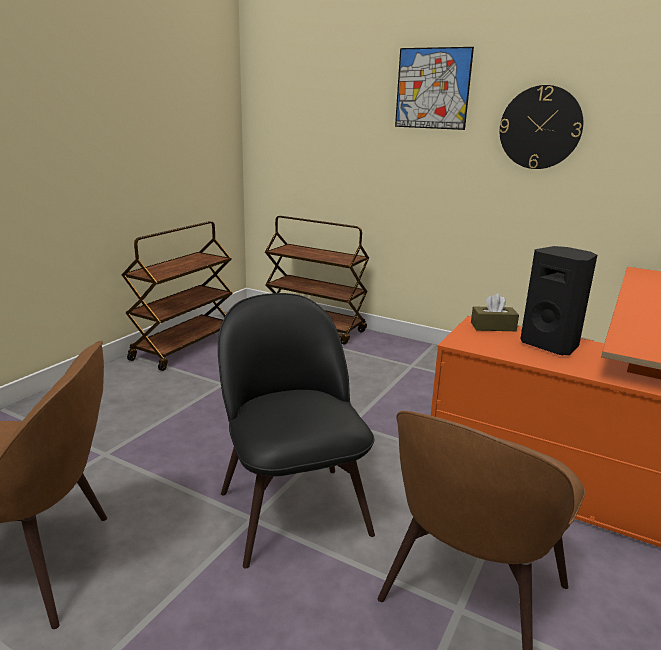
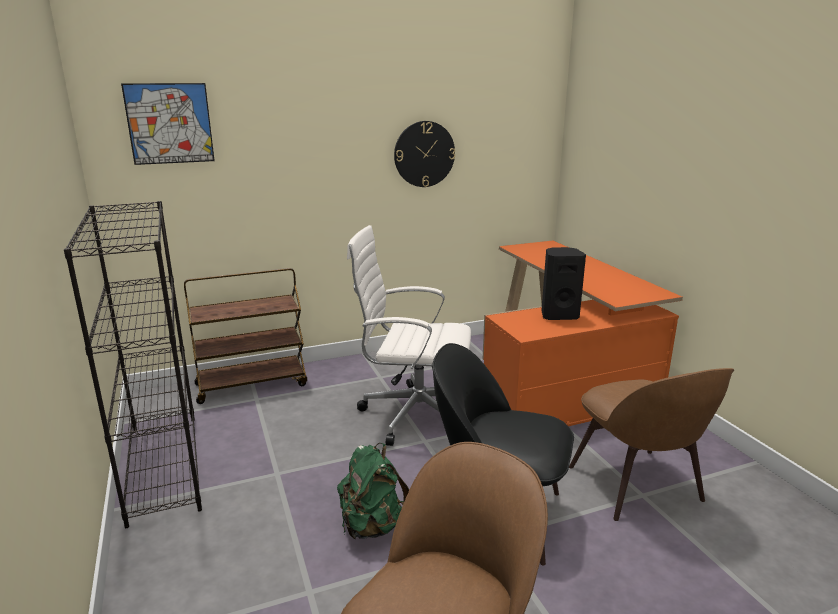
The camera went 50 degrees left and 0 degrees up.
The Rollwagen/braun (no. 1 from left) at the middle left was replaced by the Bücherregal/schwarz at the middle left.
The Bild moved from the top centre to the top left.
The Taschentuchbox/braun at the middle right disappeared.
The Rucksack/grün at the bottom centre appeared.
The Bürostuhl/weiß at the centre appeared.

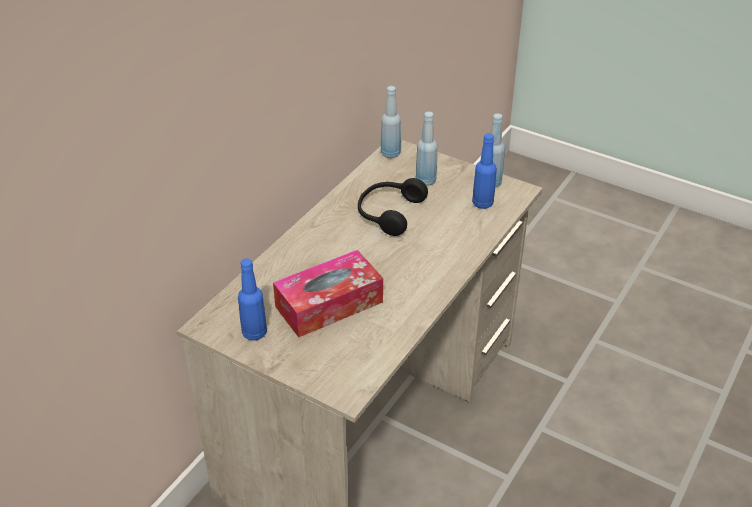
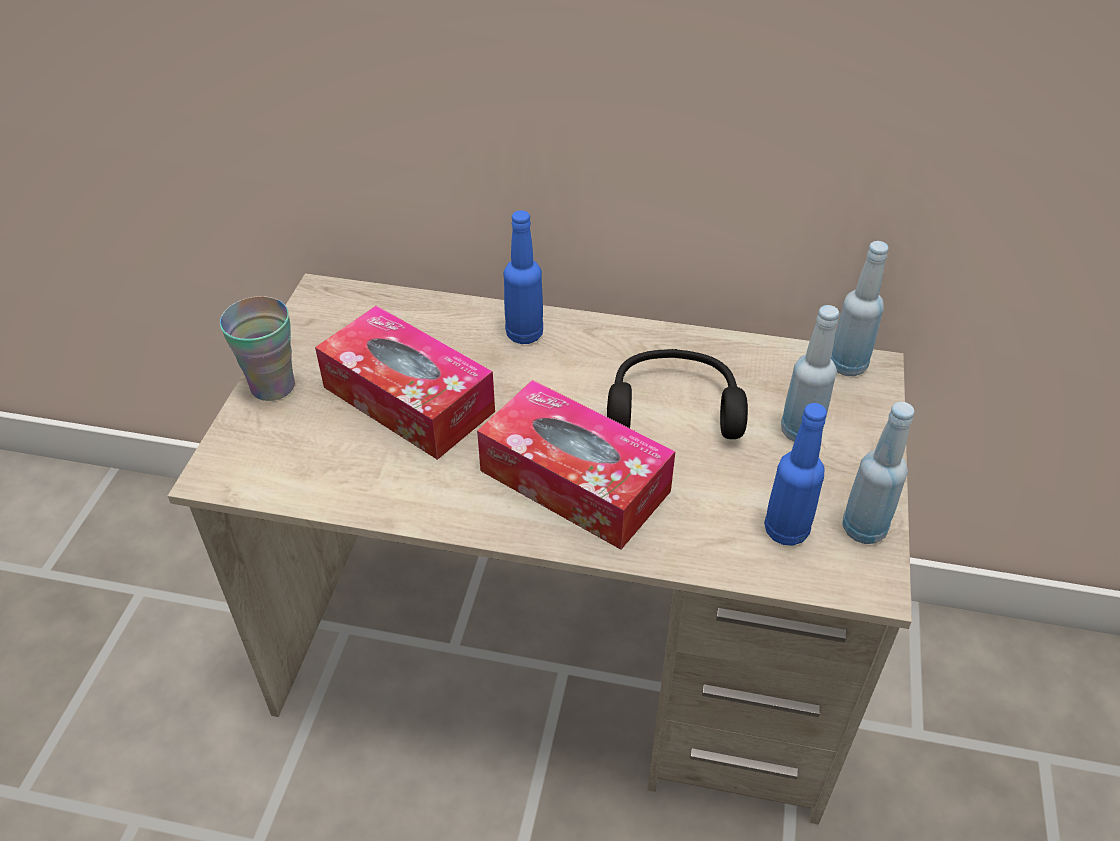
The camera went 70 degrees right and 5 degrees up.
The Flasche/blau (no. 1 from left) moved from the centre to the top centre.
The Tasse at the middle left appeared.
The Taschentuchbox (no. 2 from left) at the centre appeared.

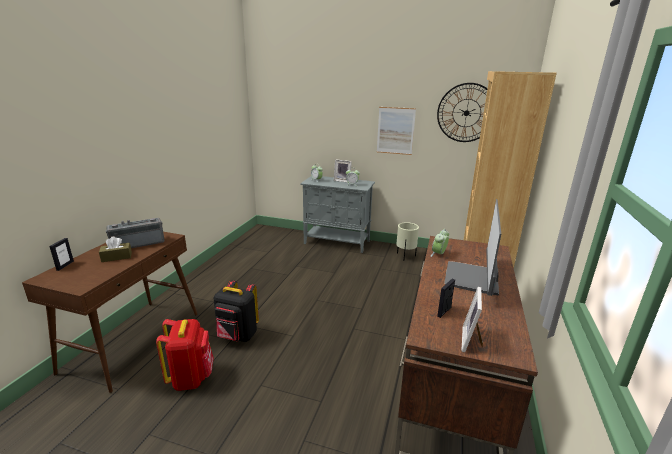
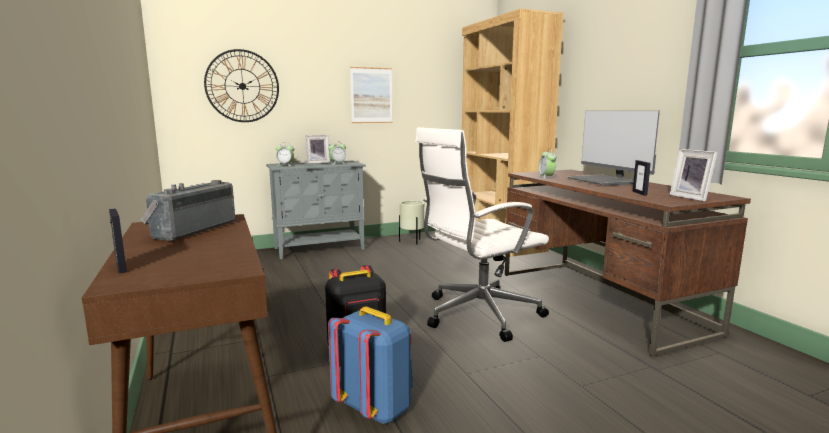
The camera went 40 degrees left and 10 degrees down.
The Taschentuchbox/braun at the middle left disappeared.
The Rucksack/rot at the bottom left became the Rucksack/blau at the bottom centre.
The Wanduhr moved from the top right to the top left.
The Bürostuhl/weiß at the centre appeared.

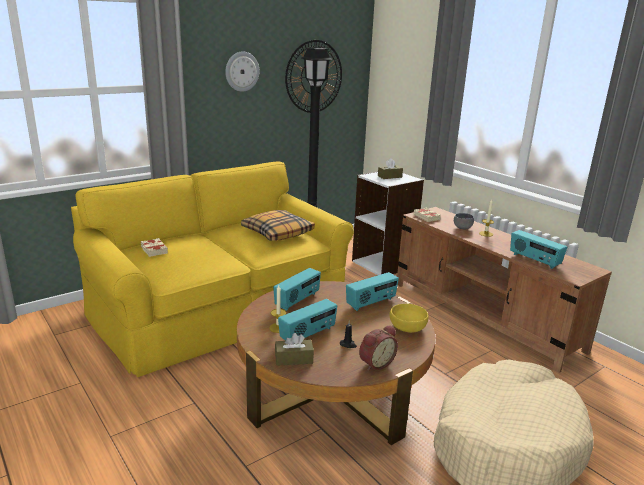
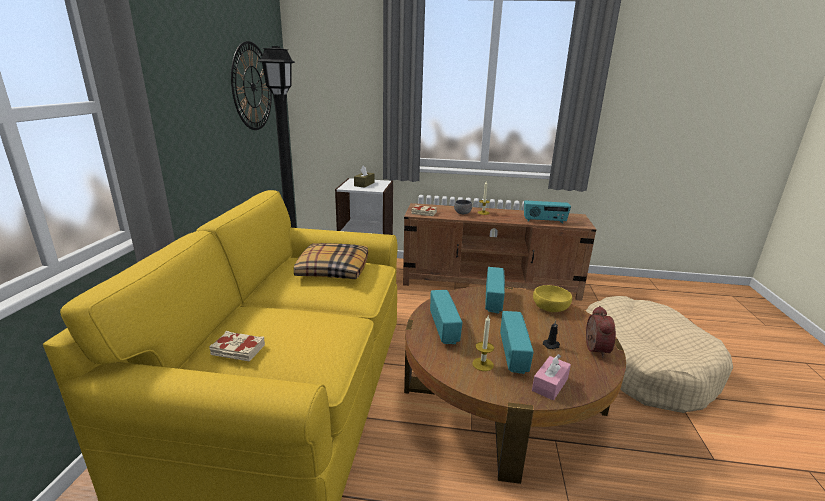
The camera went 45 degrees left and 0 degrees up.
The Wanduhr (no. 1 from left) at the top centre disappeared.
The Taschentuchbox/braun (no. 1 from left) at the bottom centre became the Taschentuchbox/rosa at the bottom right.

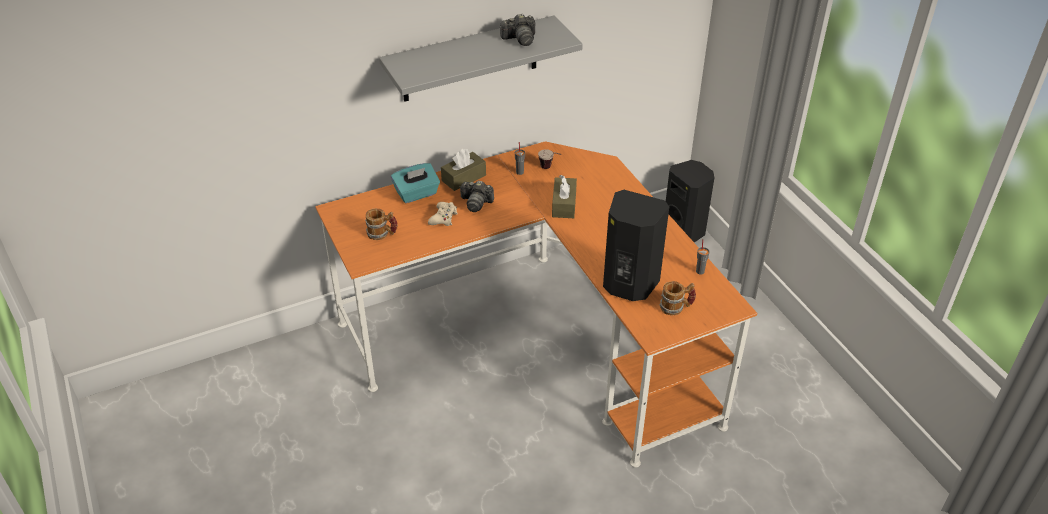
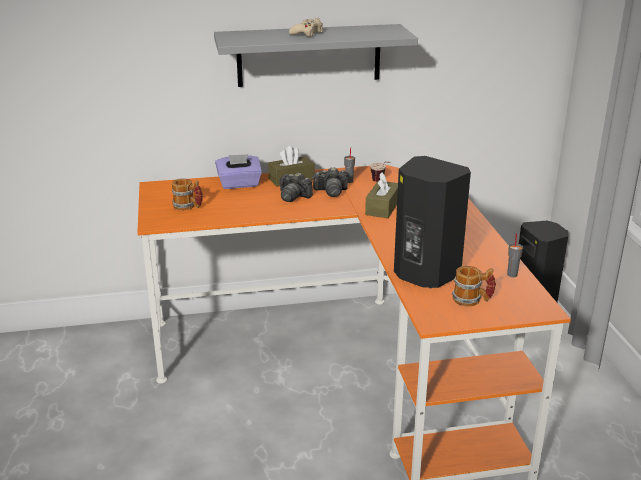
The camera went 15 degrees right and 15 degrees down.
The Taschentuchbox/türkis at the centre became the Taschentuchbox/lila at the centre.
The Gamepad/beige moved from the centre to the top centre.
The Kamera (no. 2 from left) moved from the top centre to the centre.

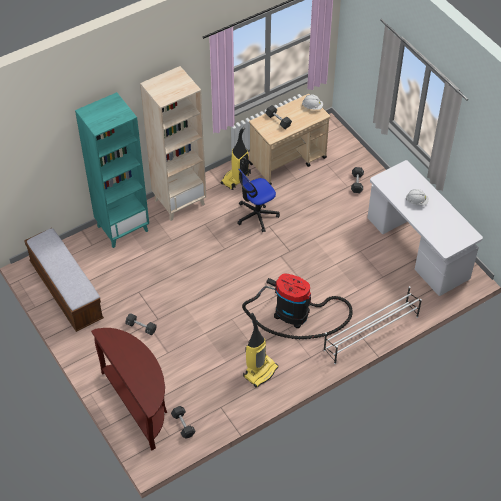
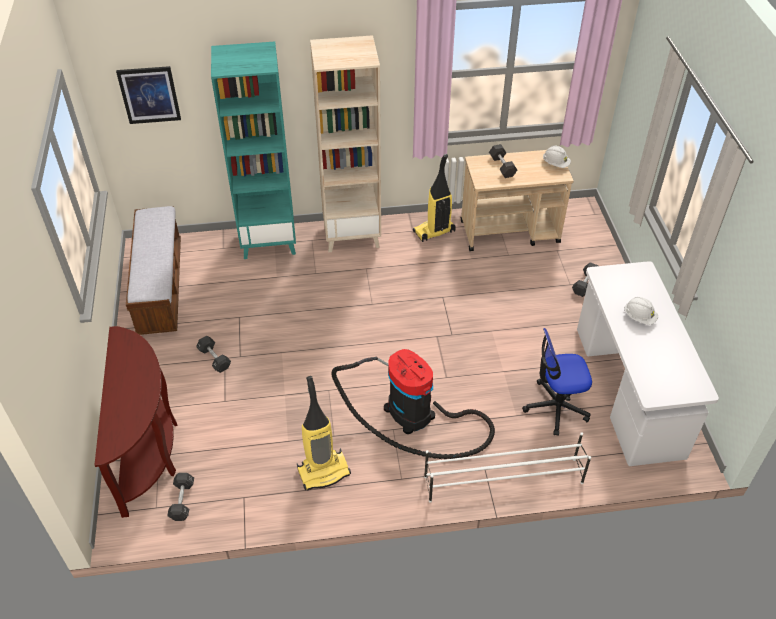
The camera went 25 degrees right and 5 degrees down.
The Bürostuhl moved from the centre to the middle right.
The Bild at the top left appeared.

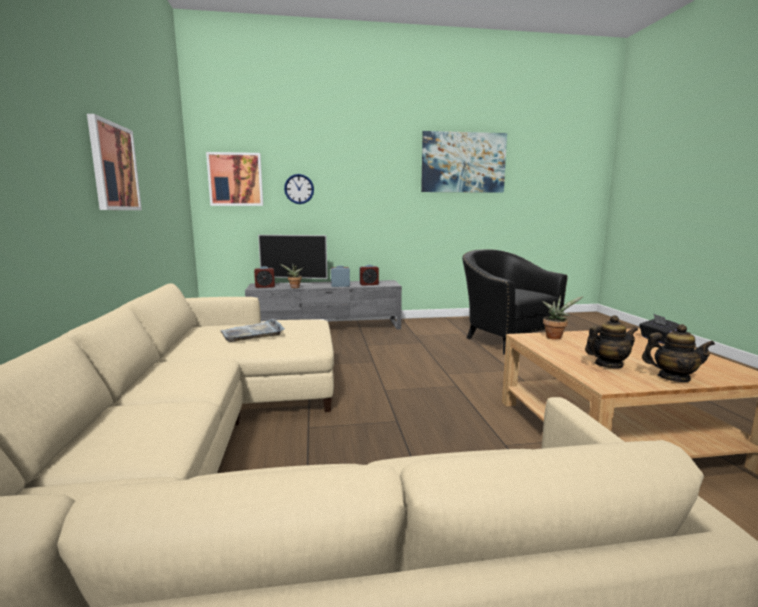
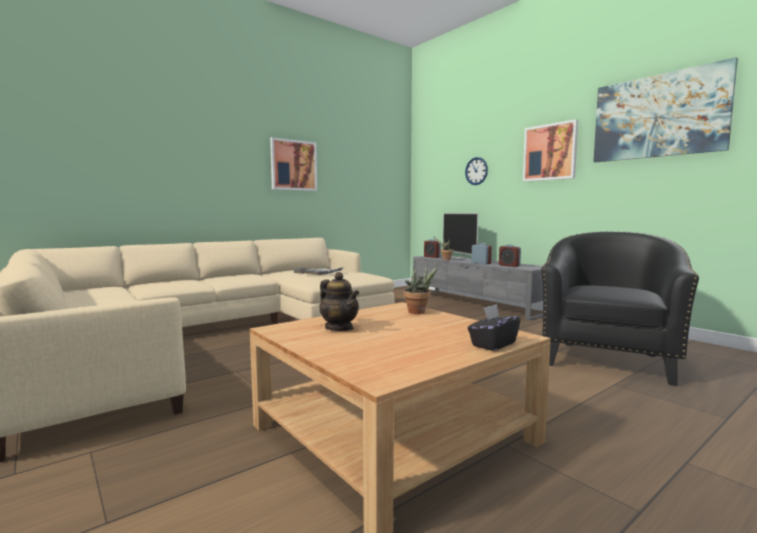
The camera went 60 degrees right and 5 degrees down.
The Bild (no. 2 from left) moved from the top left to the top right.
The Teekanne (no. 2 from left) at the middle right disappeared.

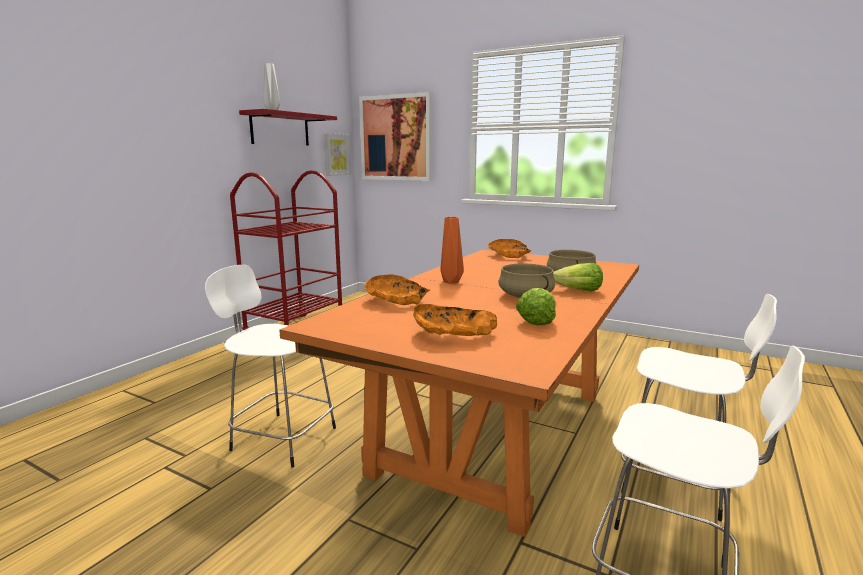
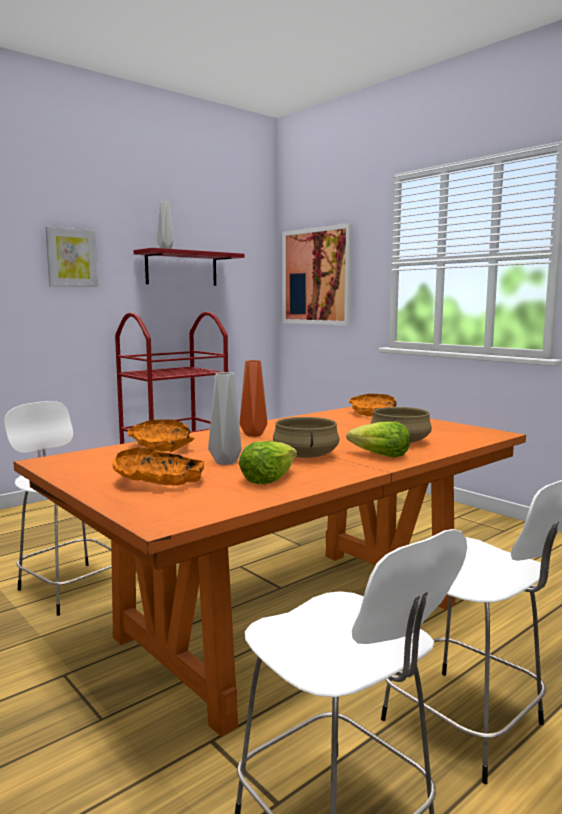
The camera went 20 degrees right and 5 degrees down.
The Bild (no. 1 from left) moved from the top centre to the top left.
The Vase/grau (no. 2 from left) at the centre appeared.

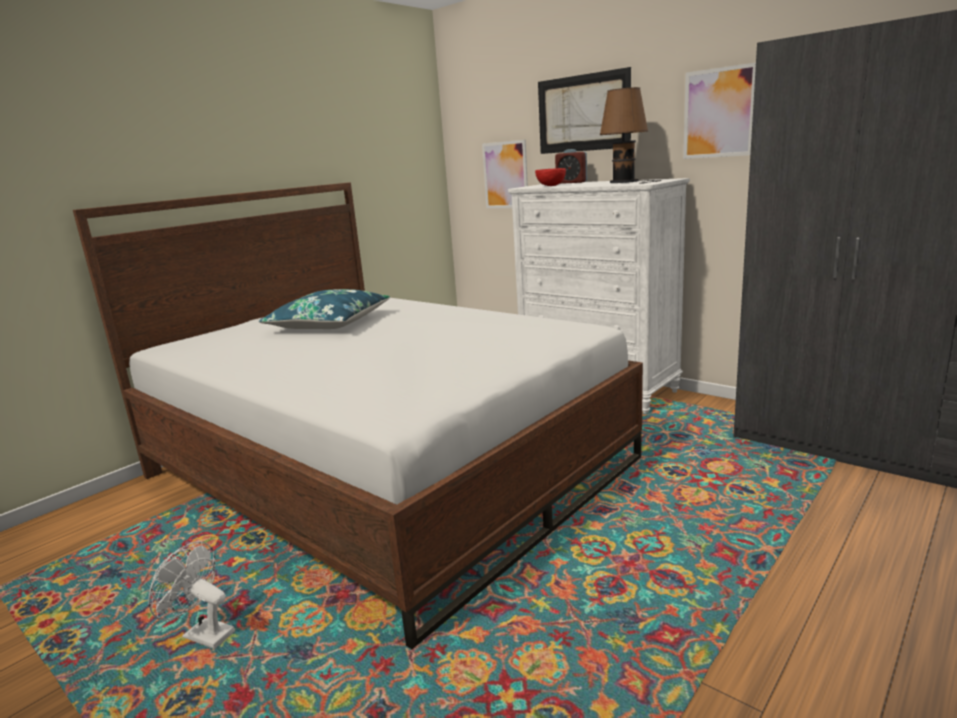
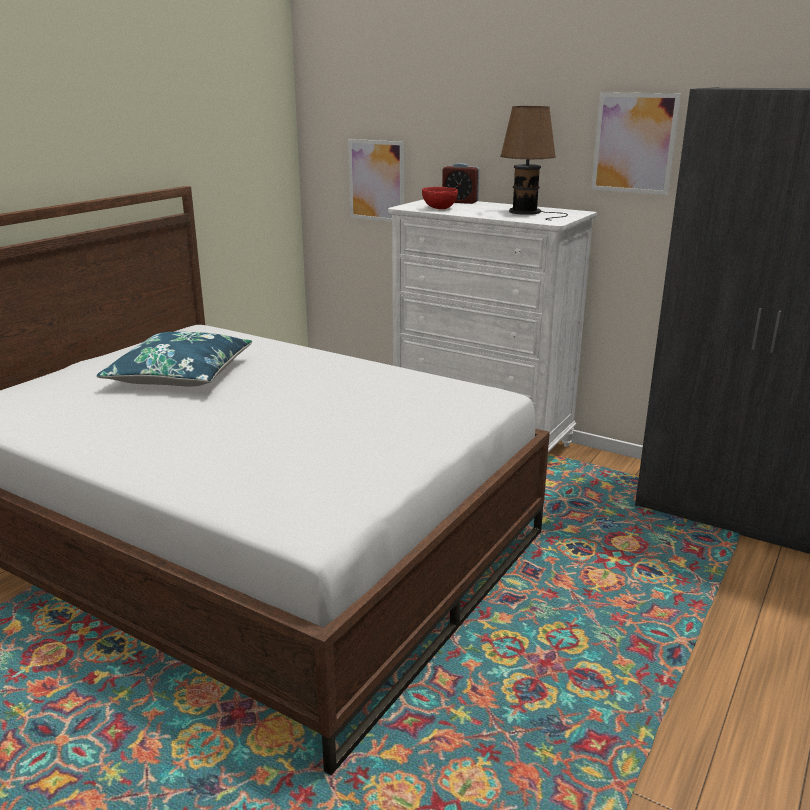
The camera went 10 degrees left and 5 degrees up.
The Ventilator/weiß at the bottom left disappeared.
The Bild (no. 2 from left) at the top centre disappeared.

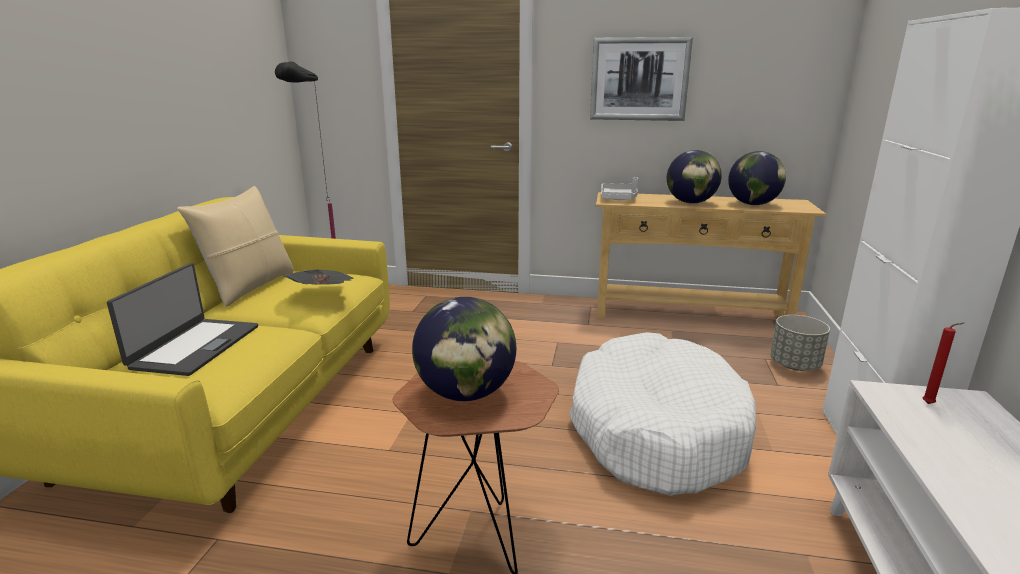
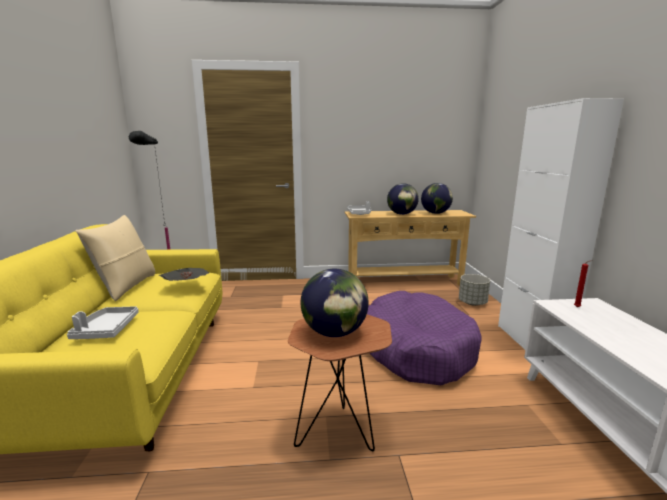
The camera went 15 degrees left and 5 degrees down.
The Laptop at the middle left was replaced by the Tablett/grau (no. 1 from left) at the middle left.
The Hundebett/weiß at the bottom centre became the Hundebett/lila at the bottom centre.
The Bild at the top centre disappeared.

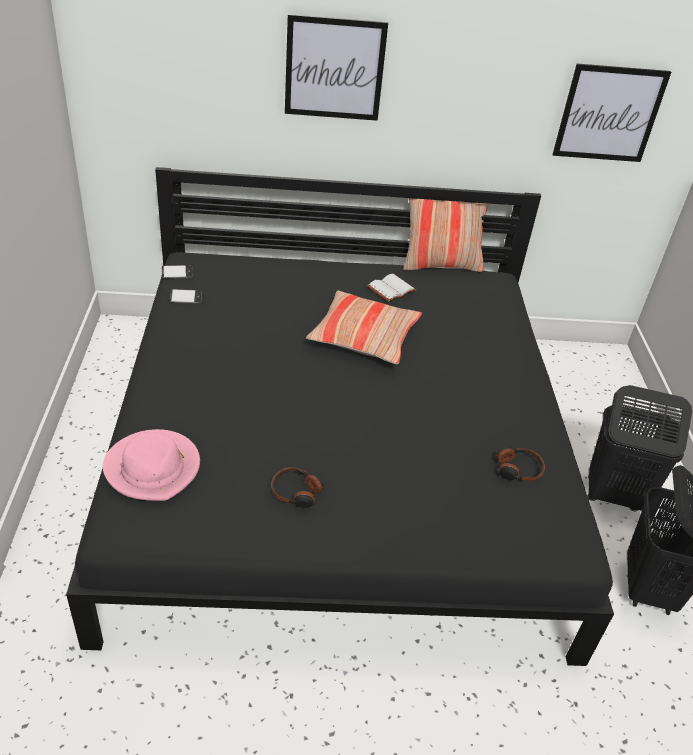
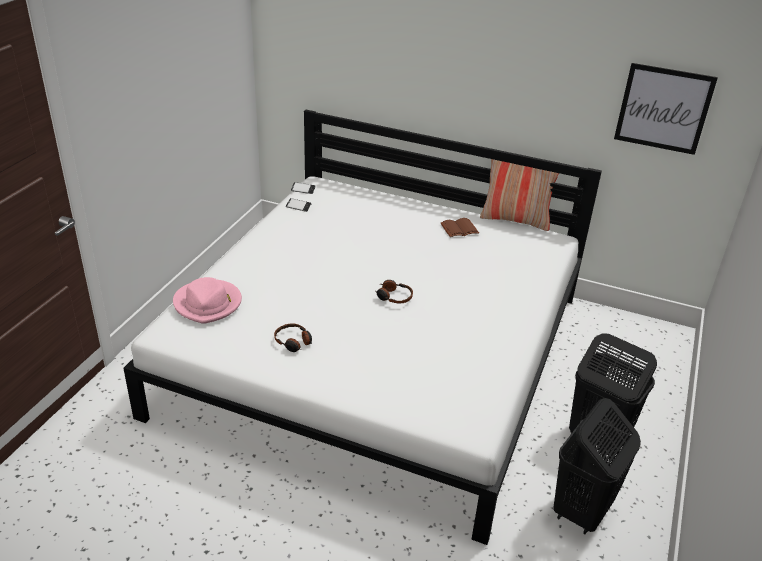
The camera went 25 degrees right and 5 degrees down.
The Bett/schwarz at the centre became the Bett/weiß at the centre.
The Bild (no. 1 from left) at the top centre disappeared.
The Kissen (no. 1 from left) at the centre disappeared.
The Buch/weiß at the centre became the Buch/braun at the centre.
The Kopfhörer (no. 2 from left) moved from the middle right to the centre.

